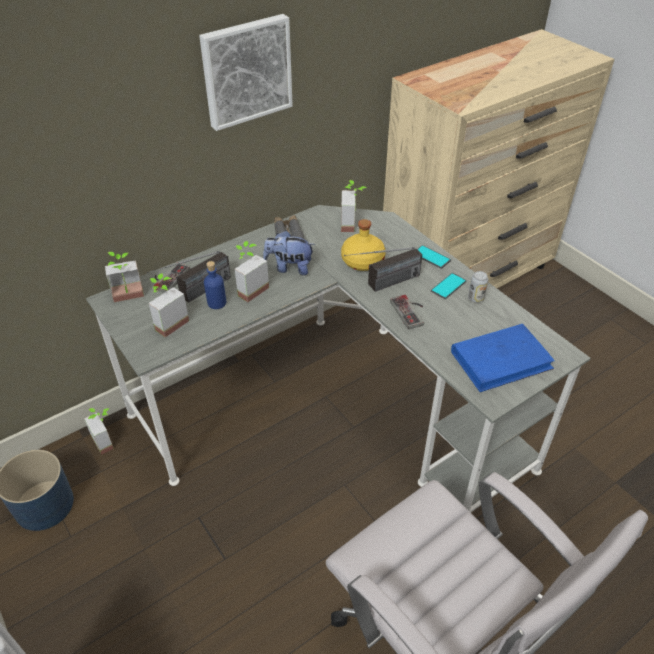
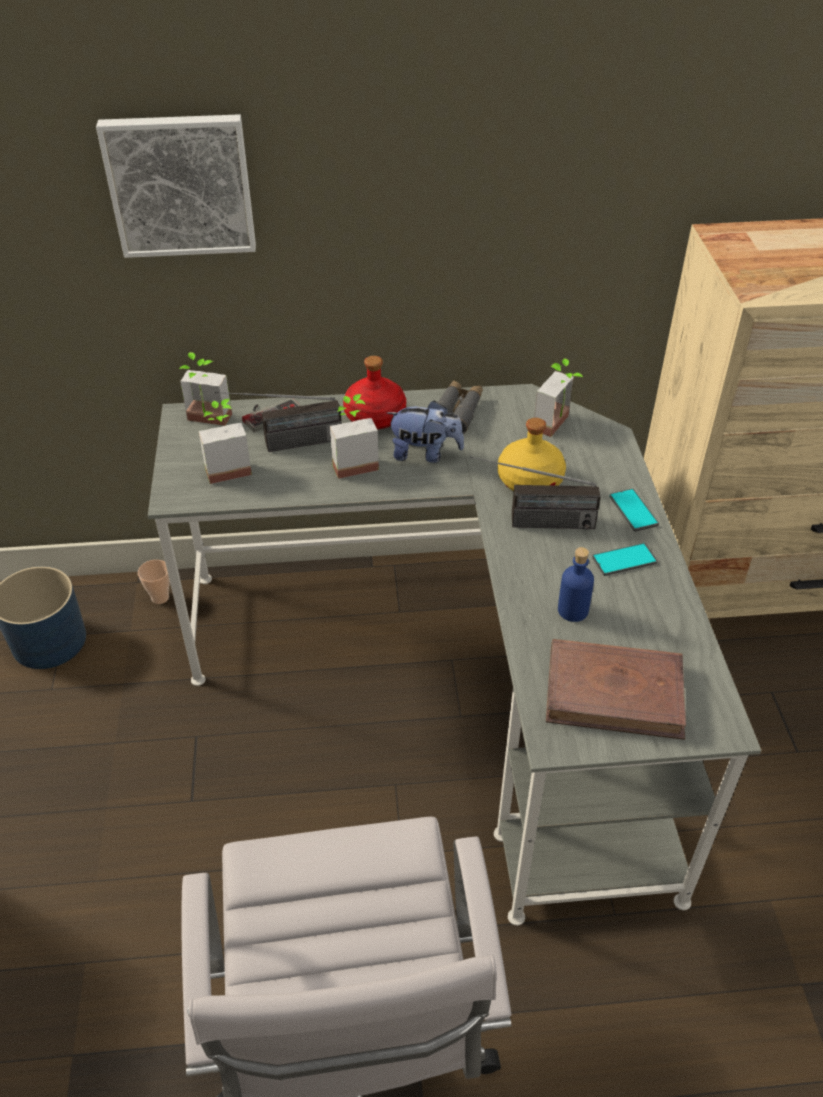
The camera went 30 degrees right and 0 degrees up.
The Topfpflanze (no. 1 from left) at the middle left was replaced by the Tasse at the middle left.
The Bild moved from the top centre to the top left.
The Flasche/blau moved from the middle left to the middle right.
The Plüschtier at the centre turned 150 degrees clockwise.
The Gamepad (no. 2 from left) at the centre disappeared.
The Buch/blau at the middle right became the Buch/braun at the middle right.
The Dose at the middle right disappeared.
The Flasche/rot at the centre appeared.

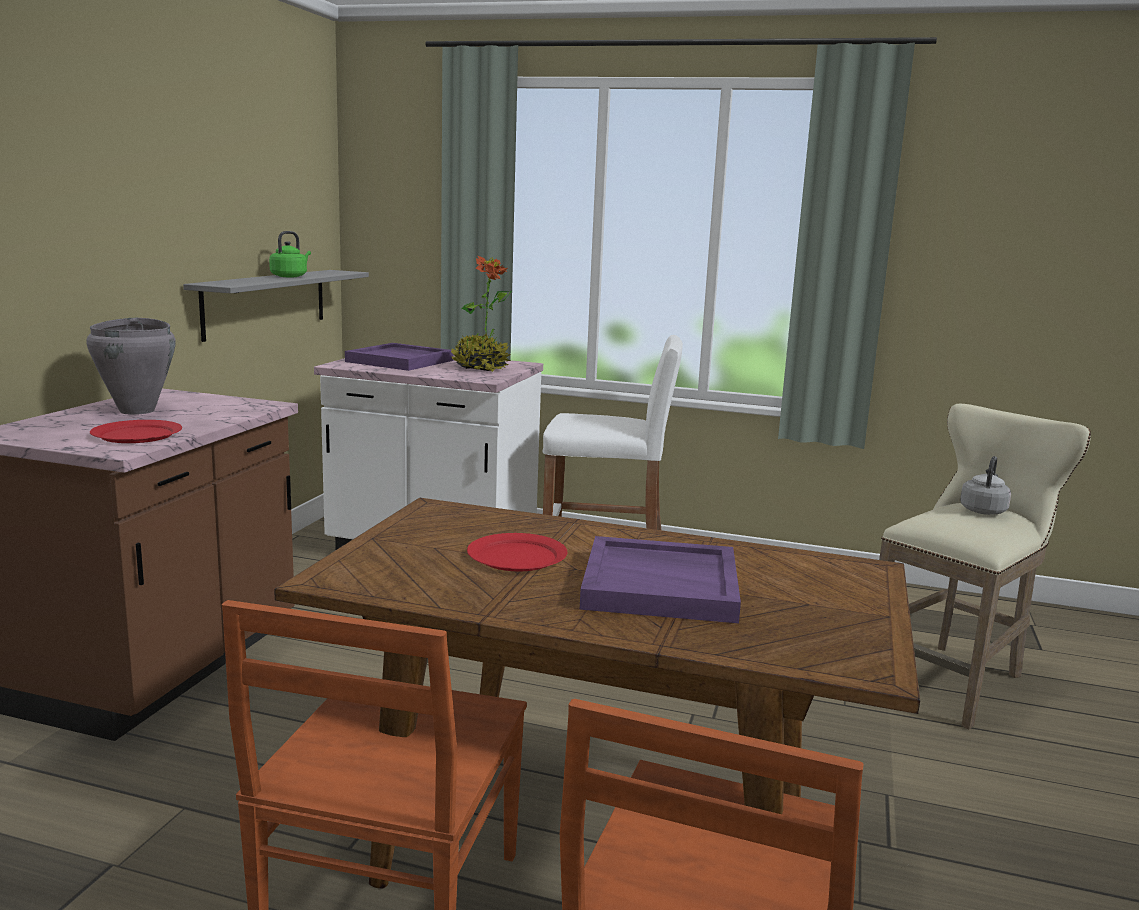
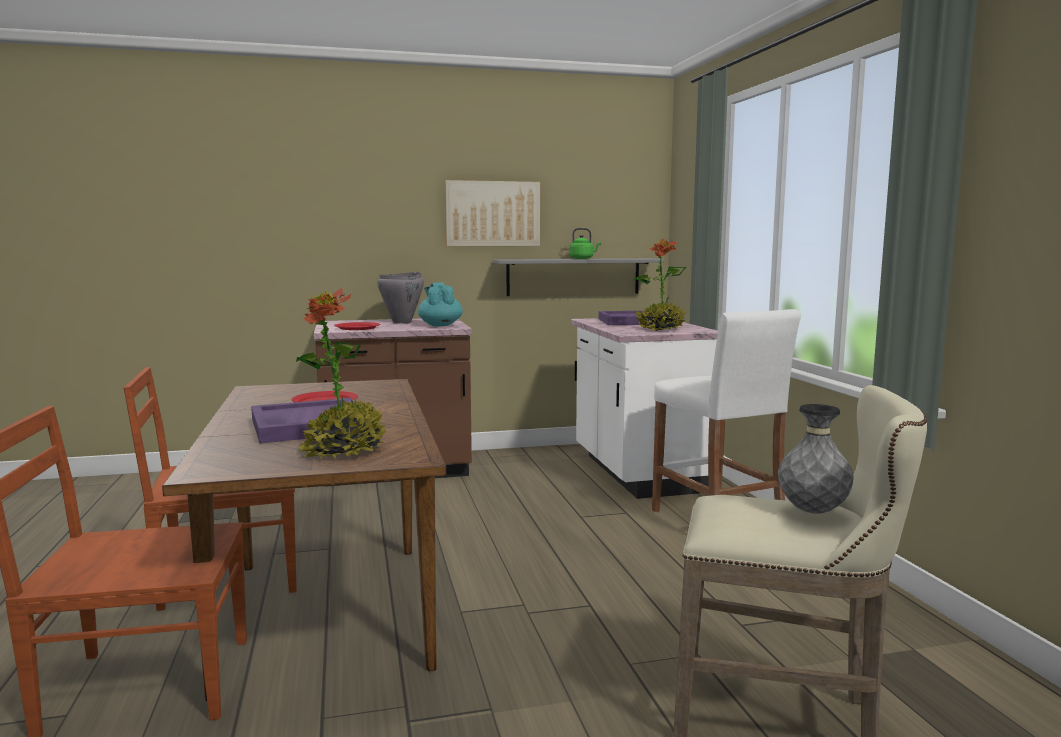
The camera went 60 degrees right and 5 degrees down.
The Wasserkessel/grau at the middle right was replaced by the Vase/grau at the middle right.
The Topfpflanze (no. 1 from left) at the middle left appeared.
The Teekanne/türkis at the centre appeared.
The Bild at the top centre appeared.

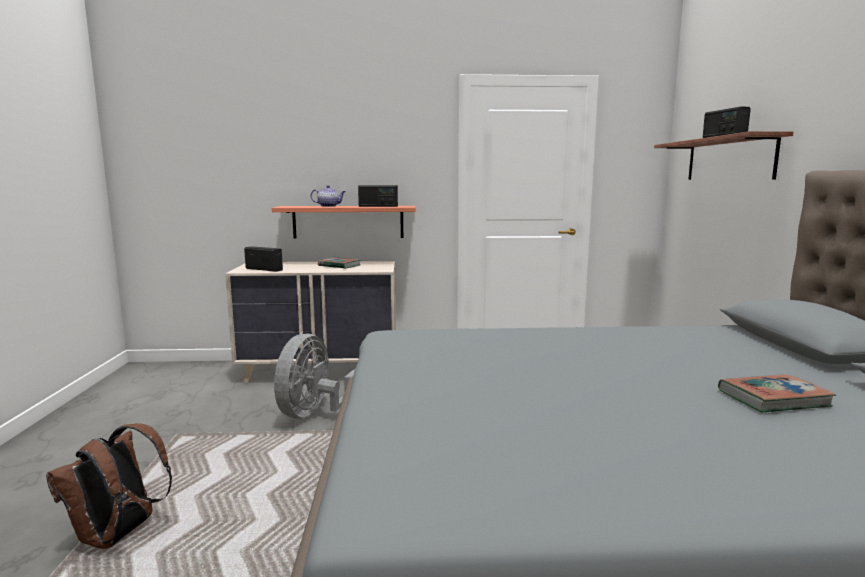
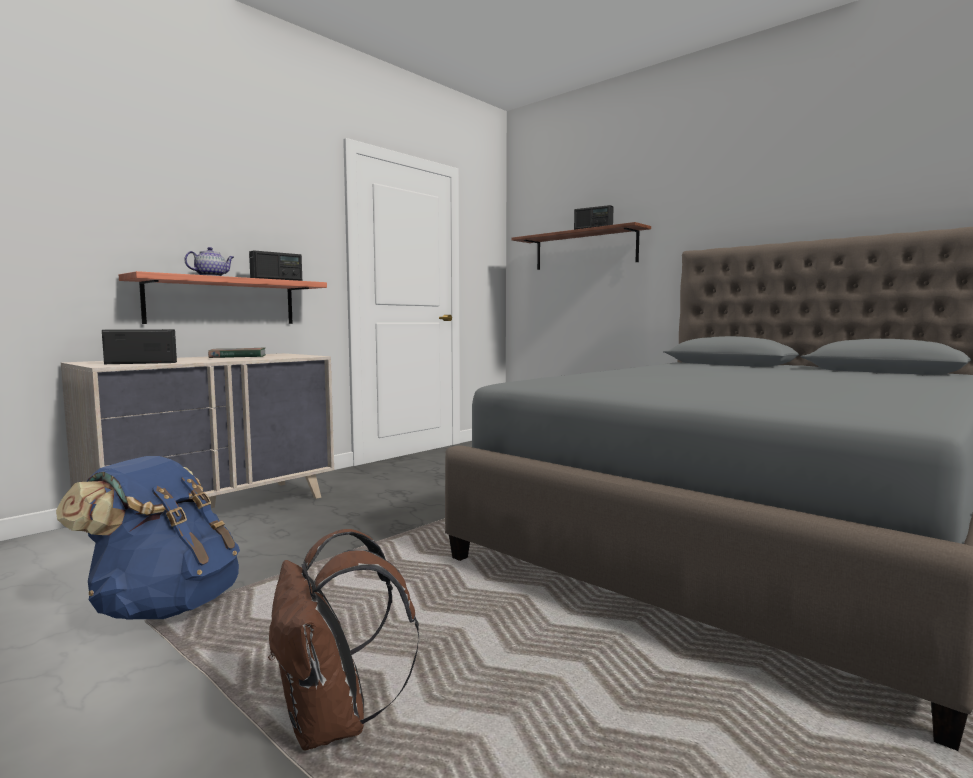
The camera went 45 degrees left and 5 degrees down.
The Ventilator/grau at the centre disappeared.
The Buch (no. 2 from left) at the bottom right disappeared.
The Rucksack/blau at the bottom left appeared.

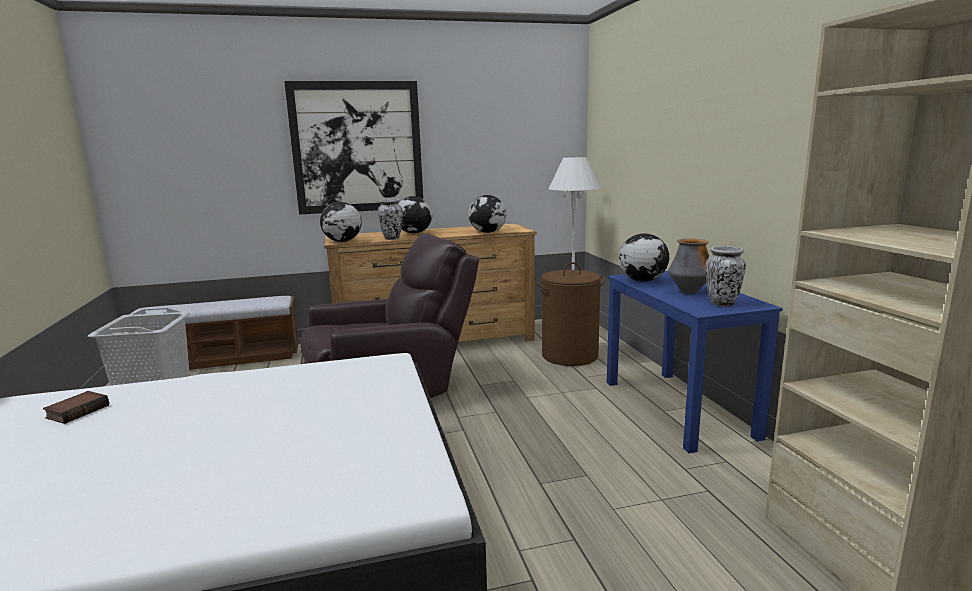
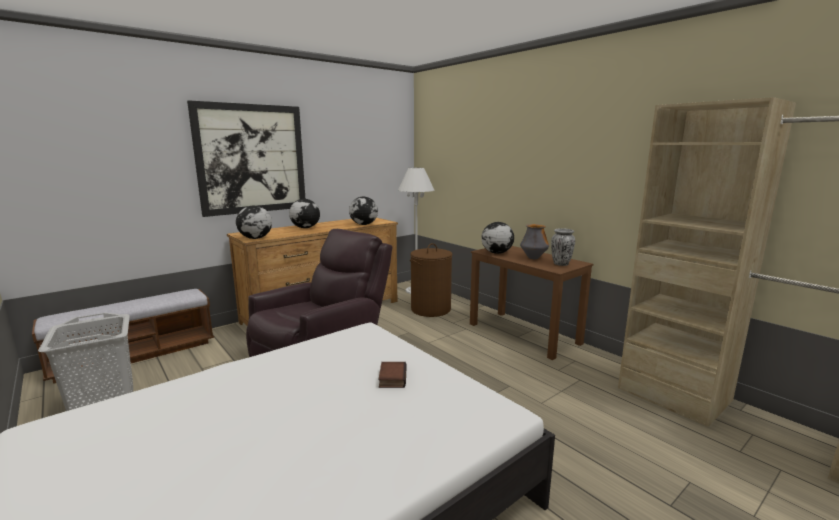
The camera went 25 degrees left and 0 degrees up.
The Buch moved from the bottom left to the bottom centre.
The Vase (no. 1 from left) at the centre disappeared.
The Schreibtisch/blau at the middle right became the Schreibtisch/braun at the centre.

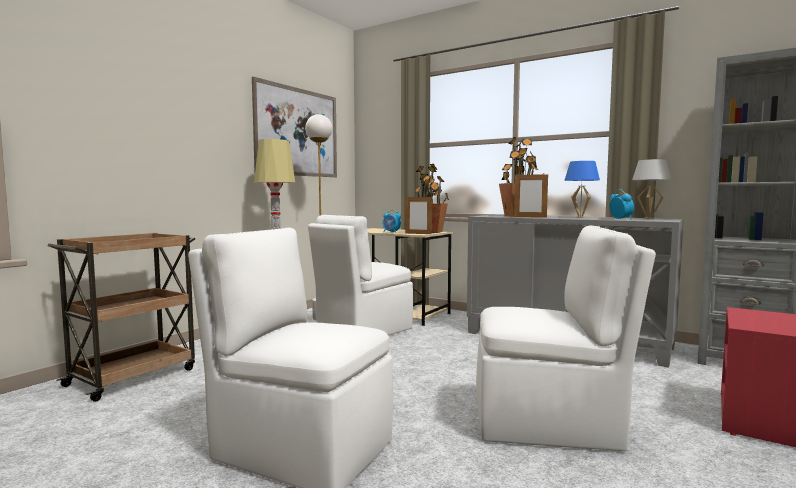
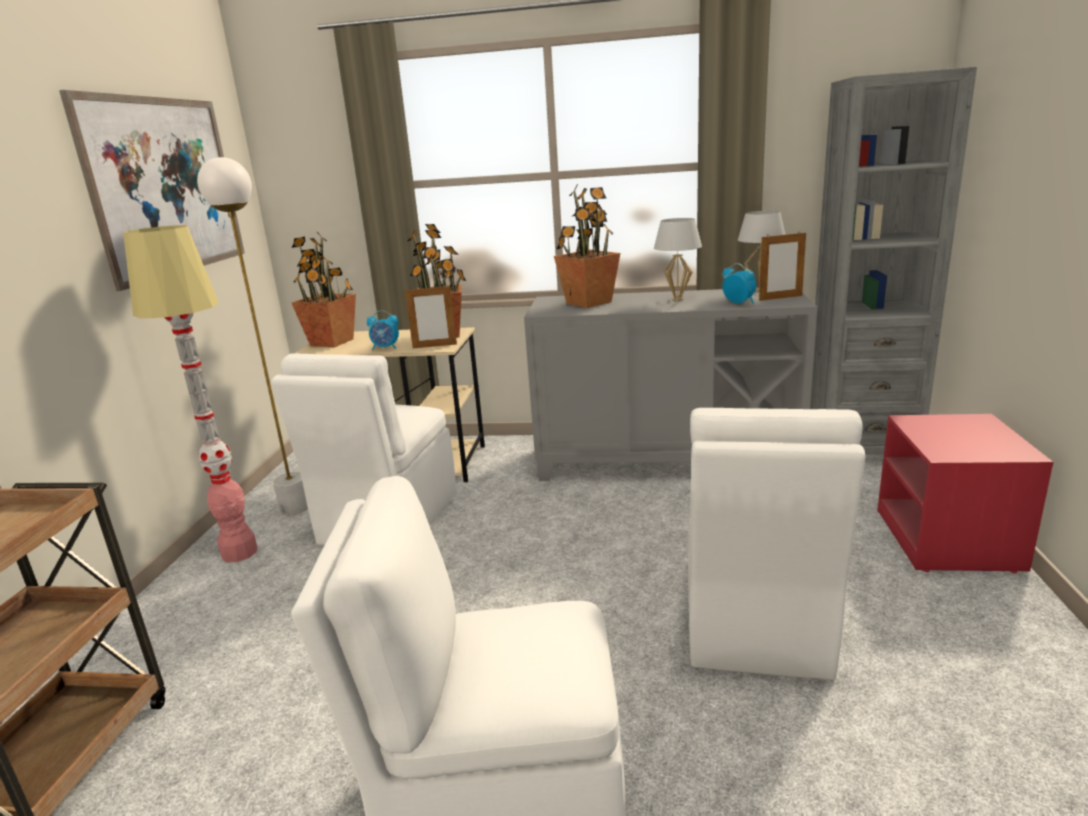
The camera went 25 degrees left and 15 degrees up.
The Stuhl/weiß (no. 3 from left) at the bottom right turned 120 degrees clockwise.
The Bilderrahmen (no. 2 from left) moved from the middle right to the top right.
The Tischlampe/blau at the middle right became the Tischlampe/weiß (no. 1 from left) at the top centre.
The Topfpflanze (no. 1 from left) at the middle left appeared.

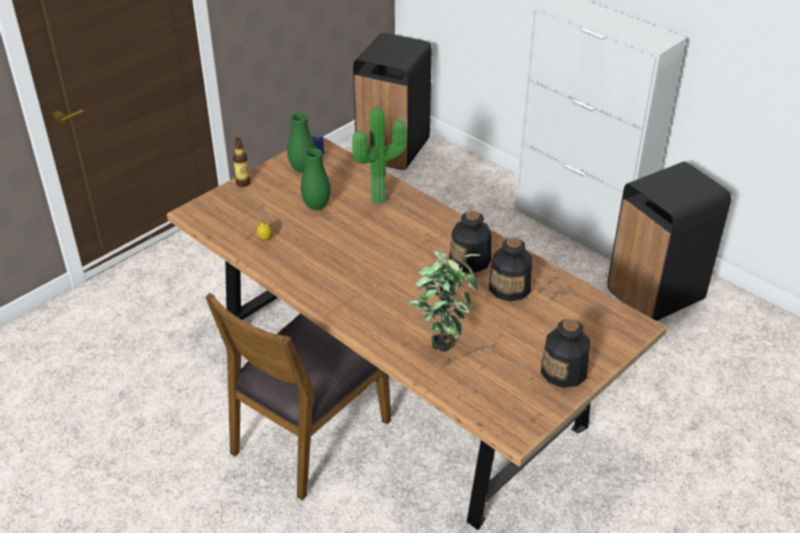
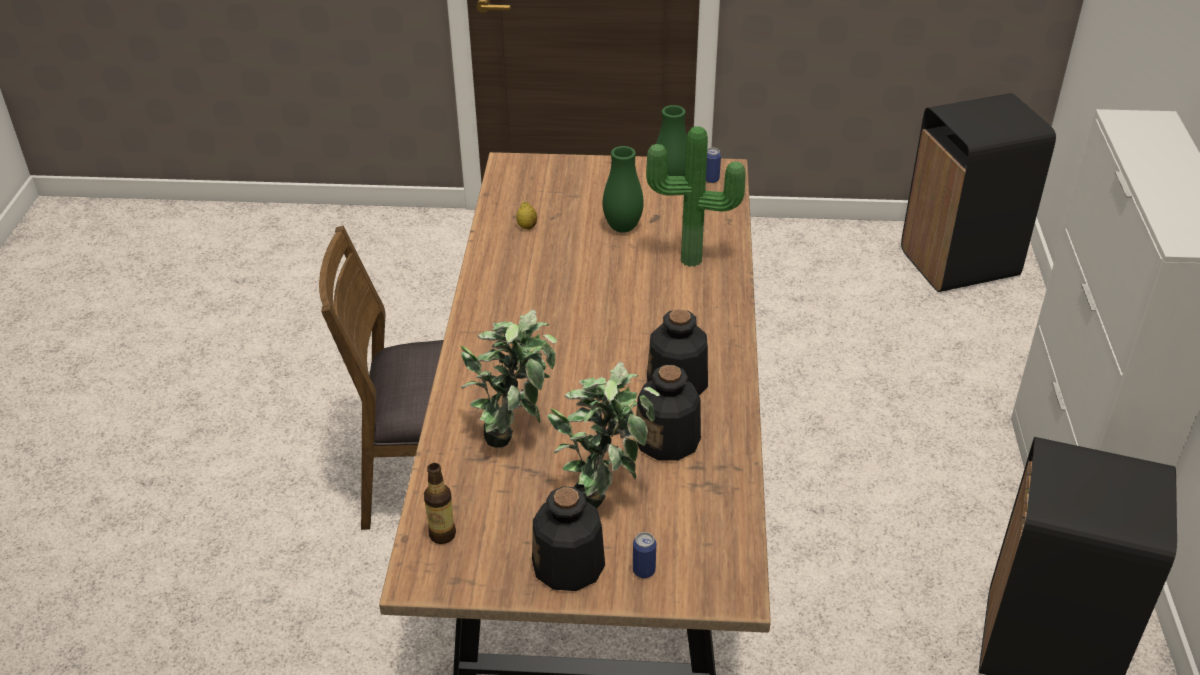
The camera went 50 degrees right and 0 degrees up.
The Flasche (no. 1 from left) moved from the top left to the bottom centre.
The Topfpflanze (no. 2 from left) at the centre appeared.
The Dose (no. 1 from left) at the bottom centre appeared.

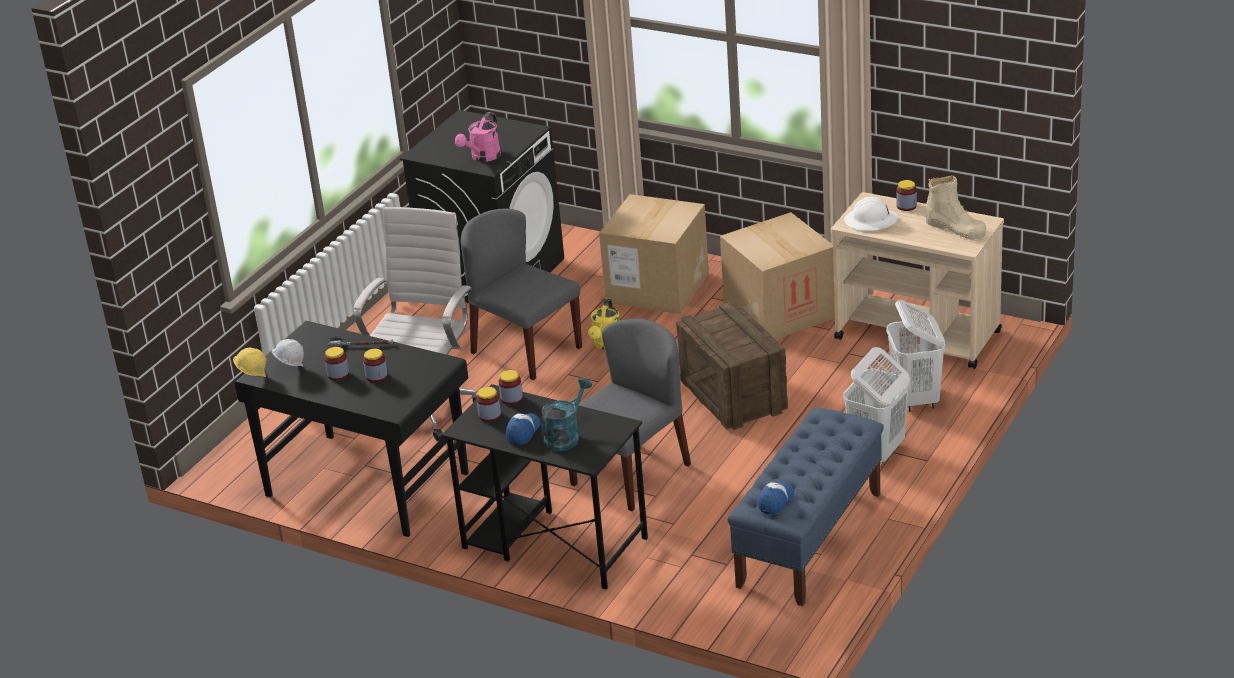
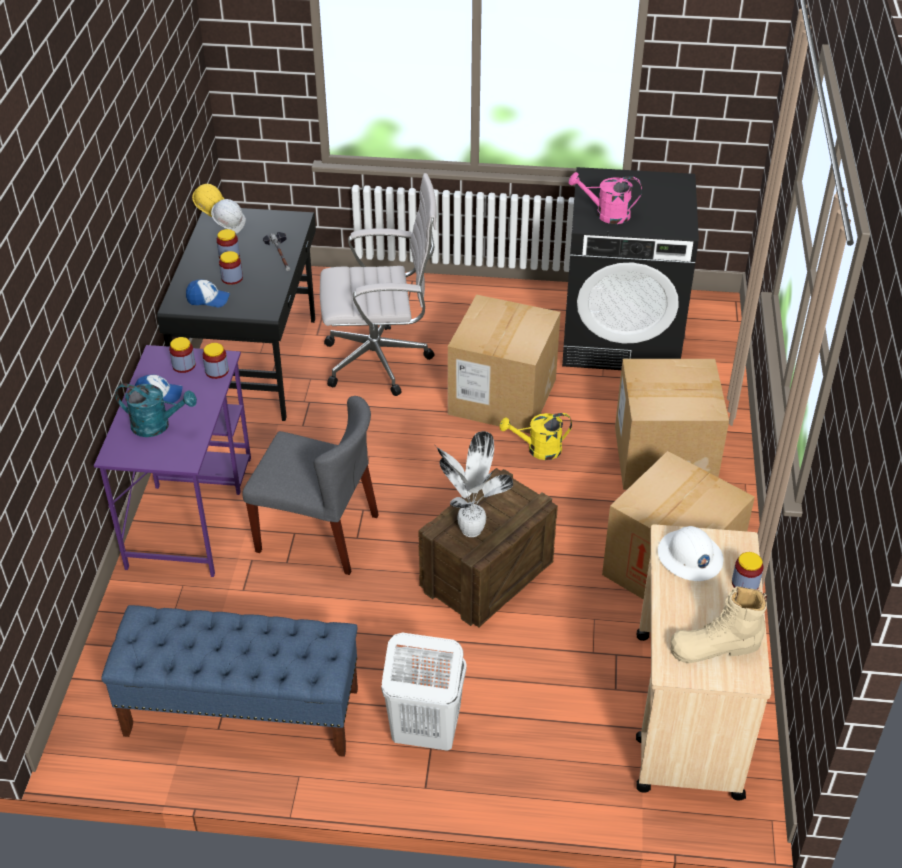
The camera went 65 degrees right and 10 degrees up.
The Schreibtisch/schwarz (no. 2 from left) at the bottom centre became the Schreibtisch/lila at the middle left.
The Stuhl/grau (no. 1 from left) at the centre was replaced by the Karton (no. 1 from left) at the centre.
The Kappe (no. 2 from left) moved from the bottom centre to the middle left.
The Wäschekorb/weiß (no. 2 from left) at the middle right disappeared.
The Stiefel/beige at the top right turned 60 degrees clockwise.
The Topfpflanze at the centre appeared.

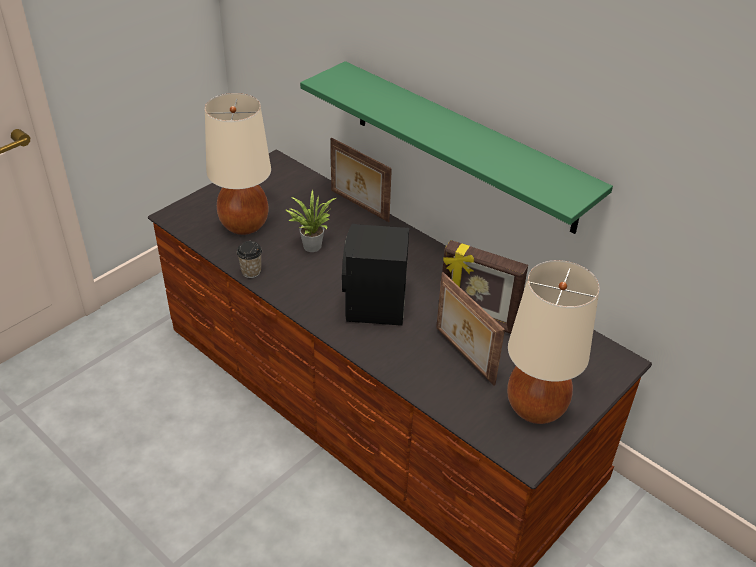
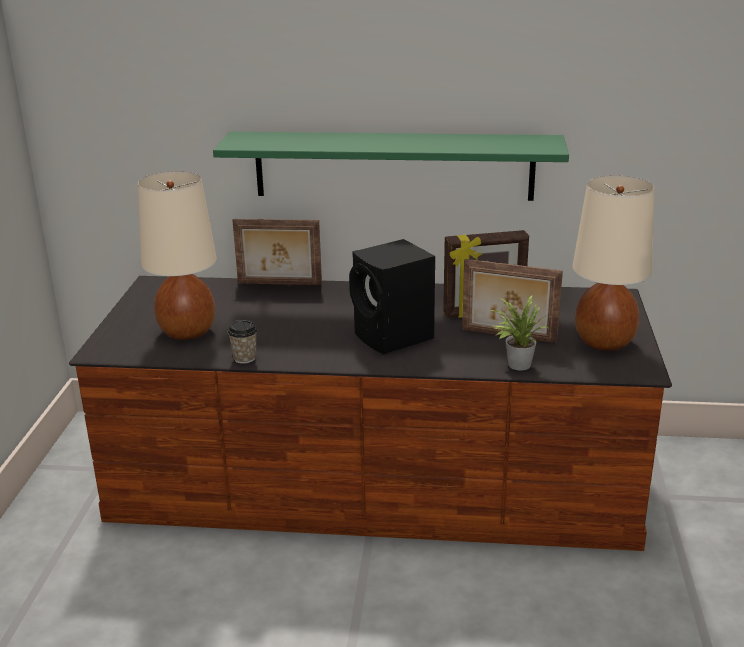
The camera went 35 degrees left and 15 degrees down.
The Topfpflanze moved from the centre to the middle right.

